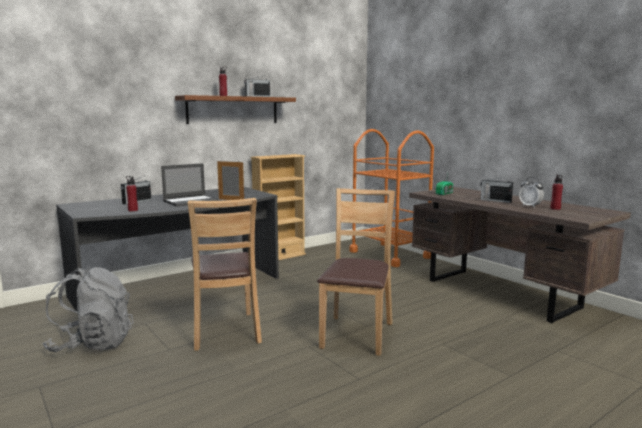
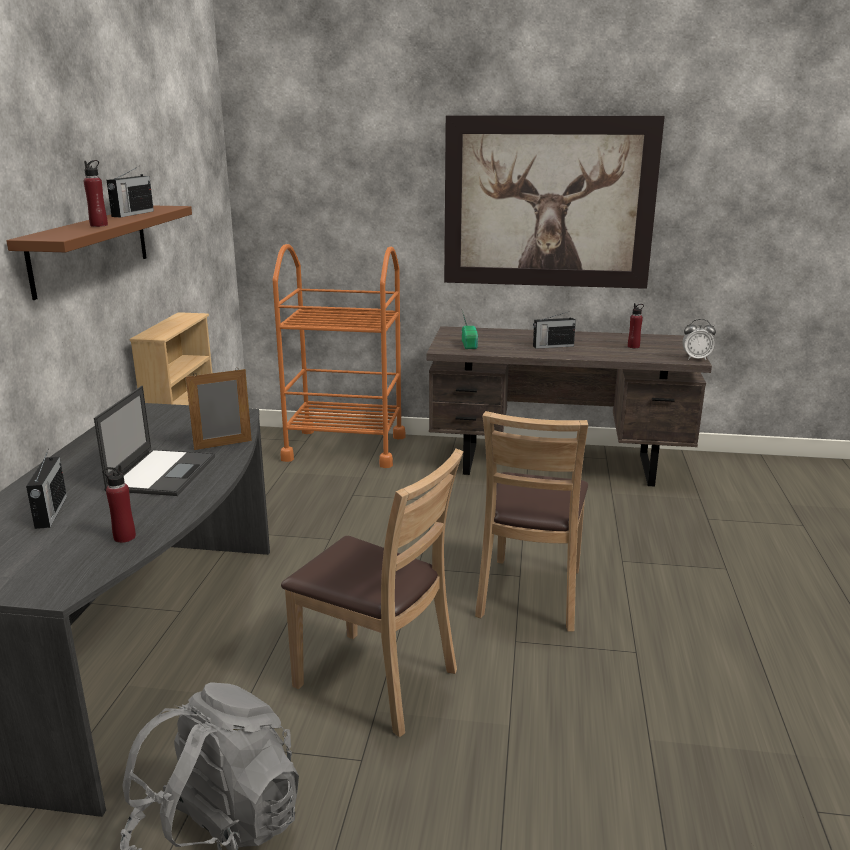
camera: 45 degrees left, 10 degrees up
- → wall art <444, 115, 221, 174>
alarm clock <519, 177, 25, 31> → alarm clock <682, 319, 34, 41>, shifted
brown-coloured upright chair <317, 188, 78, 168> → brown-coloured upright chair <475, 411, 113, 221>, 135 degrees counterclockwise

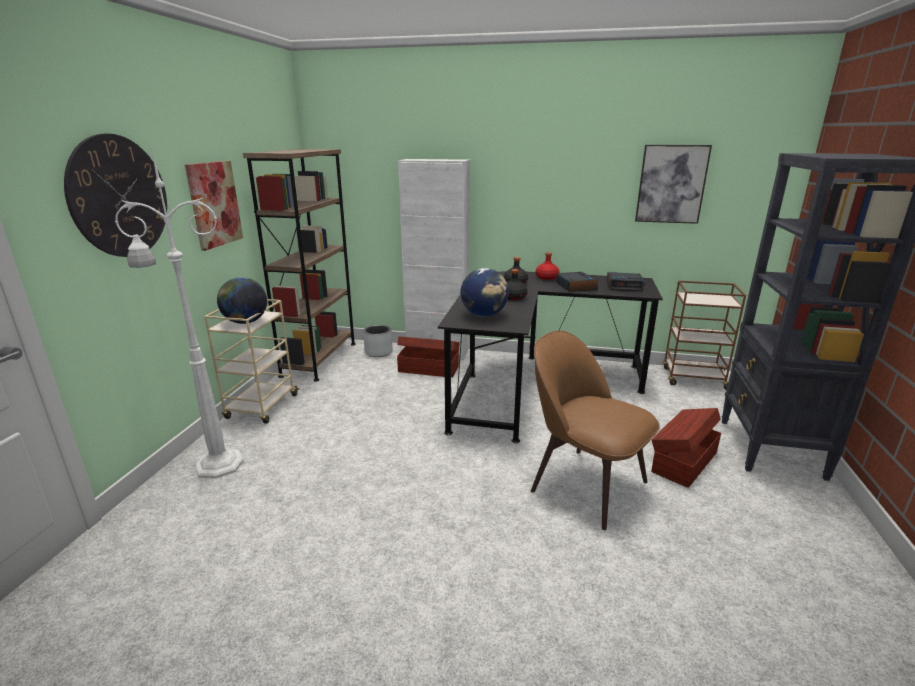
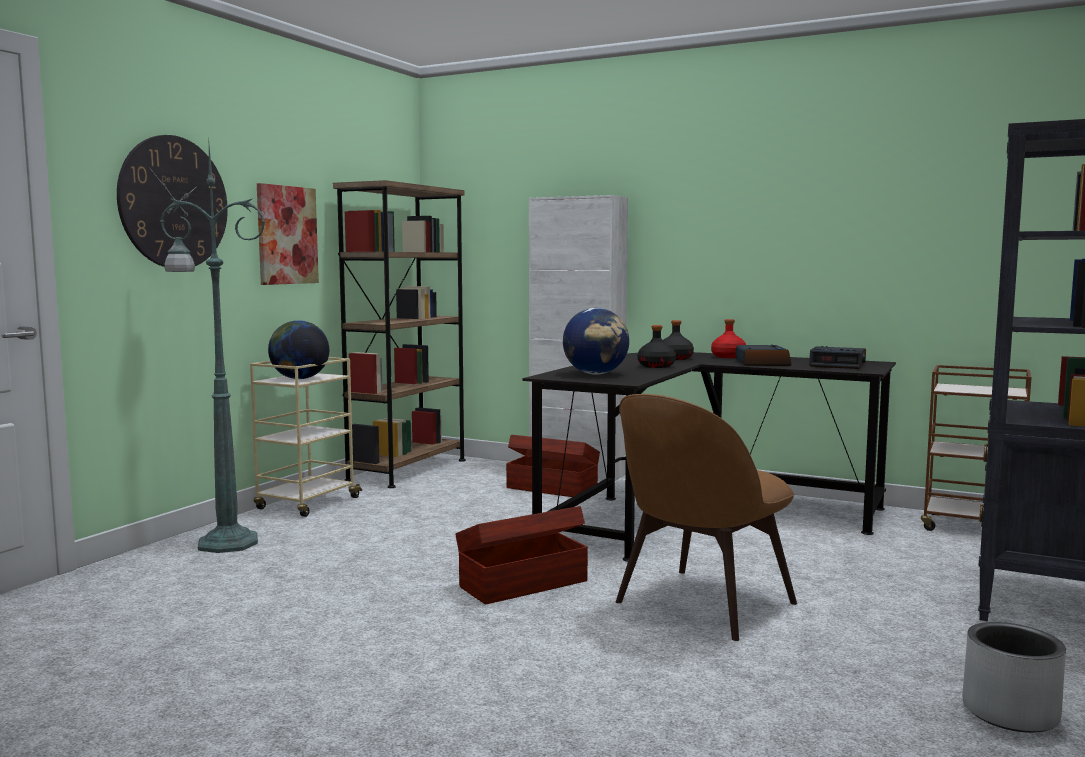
camera: 15 degrees right, 15 degrees down
wall art <635, 145, 77, 79> → -
grey plant pot <363, 325, 30, 32> → grey plant pot <962, 622, 104, 111>, shifted
brown-coloured storage container <651, 408, 70, 80> → brown-coloured storage container <456, 506, 132, 98>, shifted
white standing lamp <115, 146, 128, 332> → green standing lamp <160, 146, 105, 407>
brown-coloured upright chair <531, 331, 129, 199> → brown-coloured upright chair <616, 394, 181, 247>, 105 degrees counterclockwise

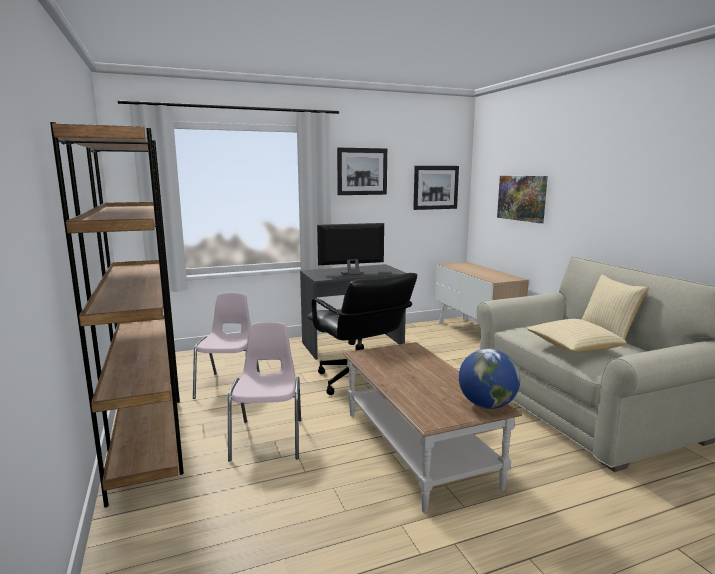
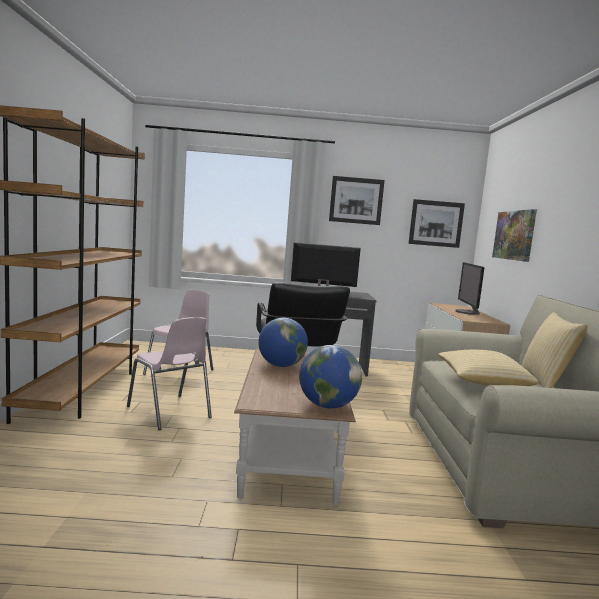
camera: 20 degrees right, 5 degrees down
- → desk globe <258, 318, 50, 49>
- → monitor <455, 262, 30, 53>
pink upright chair <228, 322, 73, 140> → pink upright chair <127, 317, 85, 113>, 120 degrees clockwise

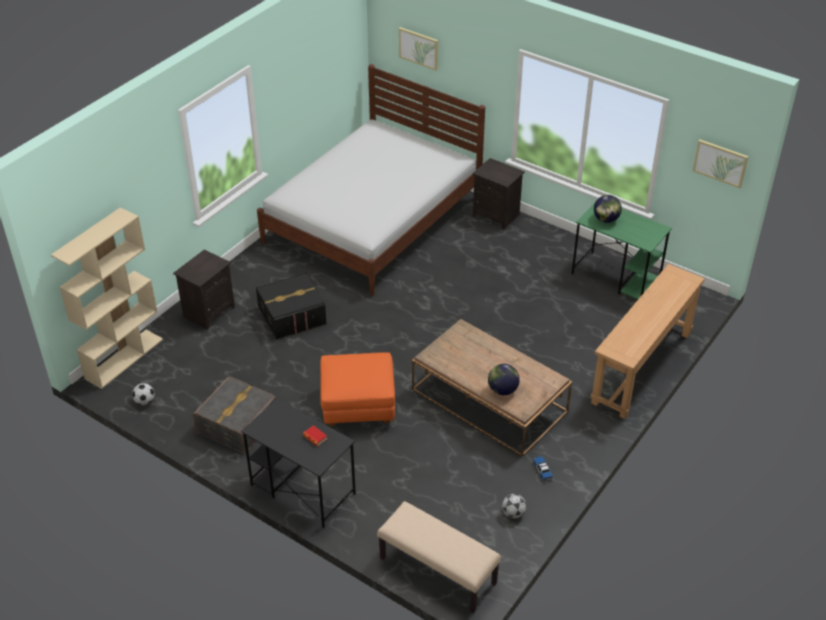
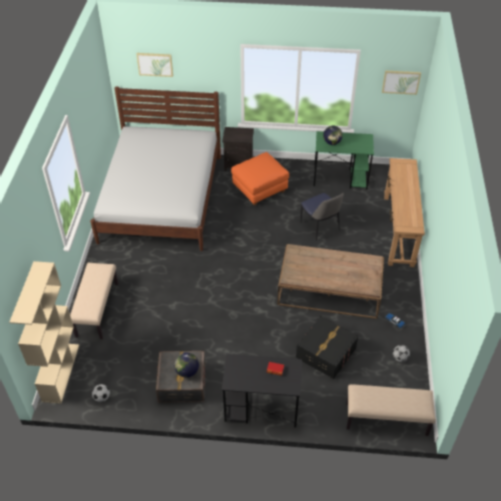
camera: 30 degrees left, 5 degrees up
- → upright chair <300, 193, 44, 48>
blackish storage container <256, 272, 71, 67> → blackish storage container <296, 316, 62, 63>, shifted
orange-coloured pouffe <320, 352, 75, 75> → orange-coloured pouffe <231, 152, 58, 54>, shifted
desk globe <488, 364, 32, 31> → desk globe <174, 353, 25, 25>, shifted
blackish nightstand <173, 249, 62, 81> → beige-coloured bench <70, 263, 48, 76>

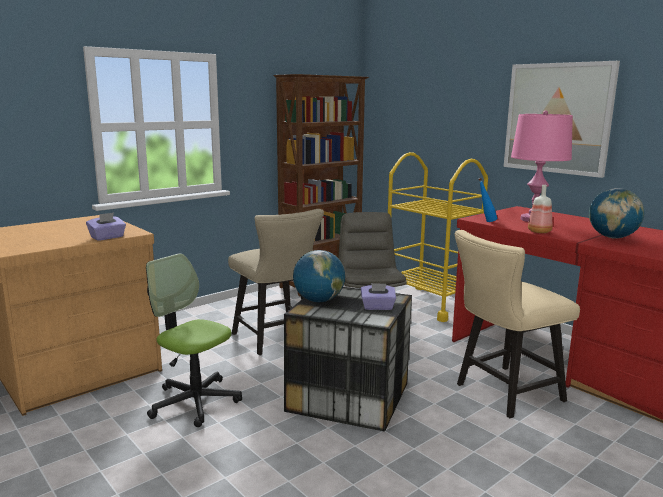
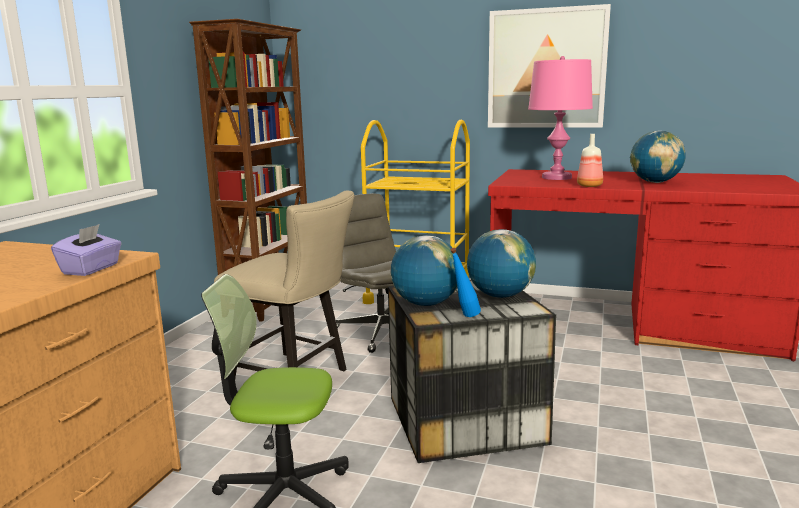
camera: 30 degrees left, 0 degrees up
beige-coloured upright chair <454, 230, 126, 188> → -
bluish drink bottle <479, 178, 19, 44> → bluish drink bottle <451, 248, 30, 69>, shifted
purple-coloured box of tissues <361, 283, 35, 27> → desk globe <467, 229, 69, 69>

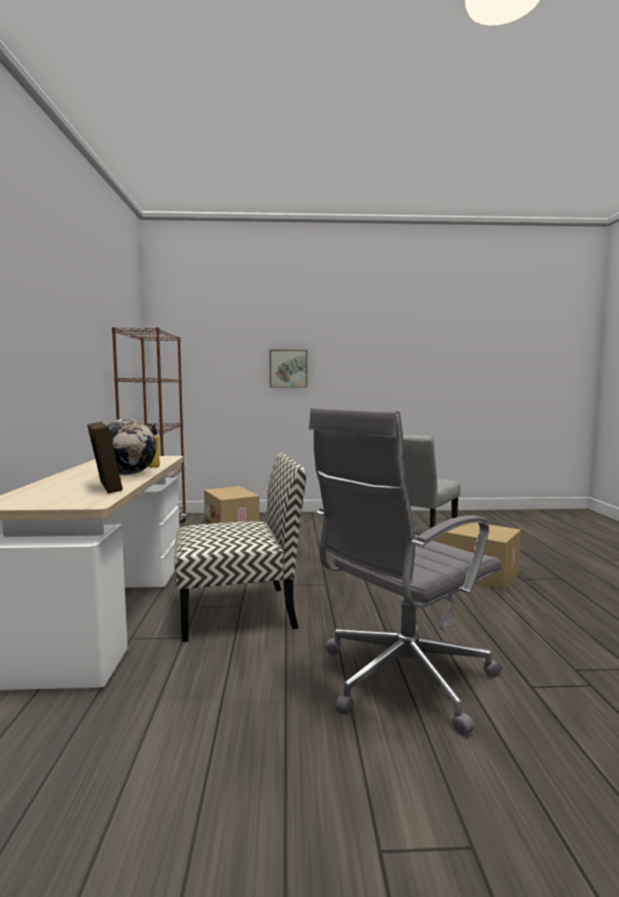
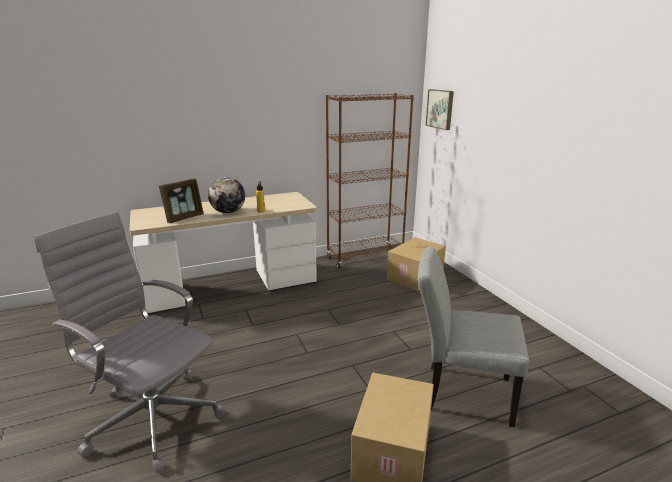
camera: 70 degrees right, 15 degrees up
upright chair <174, 452, 133, 190> → -
wall art <270, 350, 37, 38> → wall art <426, 89, 28, 41>, shifted

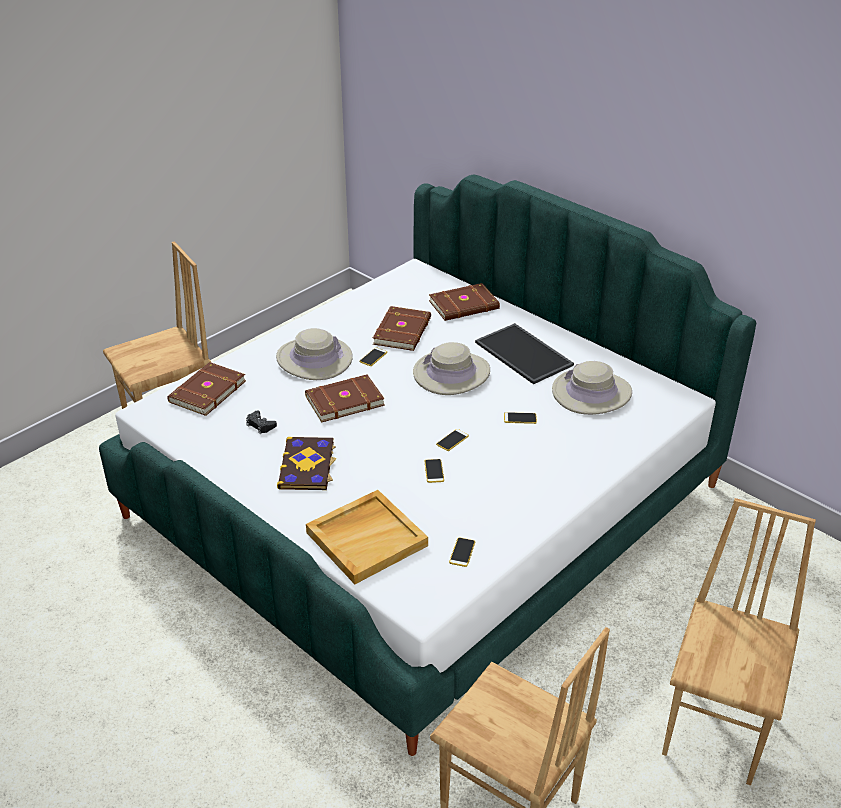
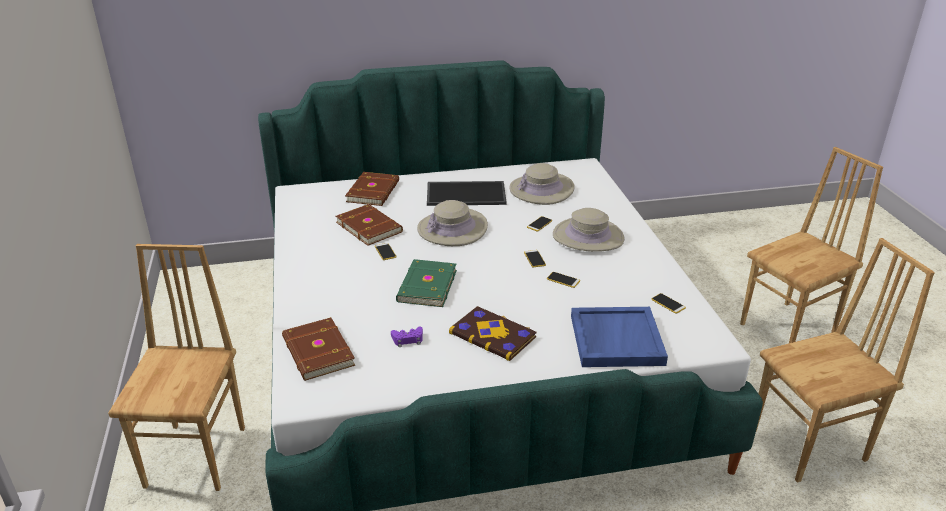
camera: 55 degrees left, 5 degrees down
beige-coloured hat <276, 328, 77, 52> → beige-coloured hat <553, 208, 72, 44>, shifted
blackish gamepad <246, 410, 31, 24> → purple-coloured gamepad <391, 327, 32, 20>
brown-coloured bound book <305, 374, 80, 48> → green bound book <396, 259, 61, 48>
beige-coloured serving tray <306, 490, 122, 94> → bluish serving tray <571, 307, 97, 60>
brown-coloured upright chair <662, 498, 154, 288> → brown-coloured upright chair <740, 147, 143, 196>, 90 degrees clockwise

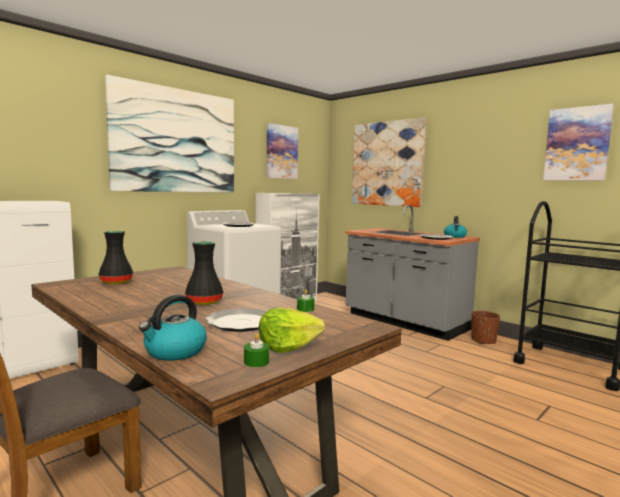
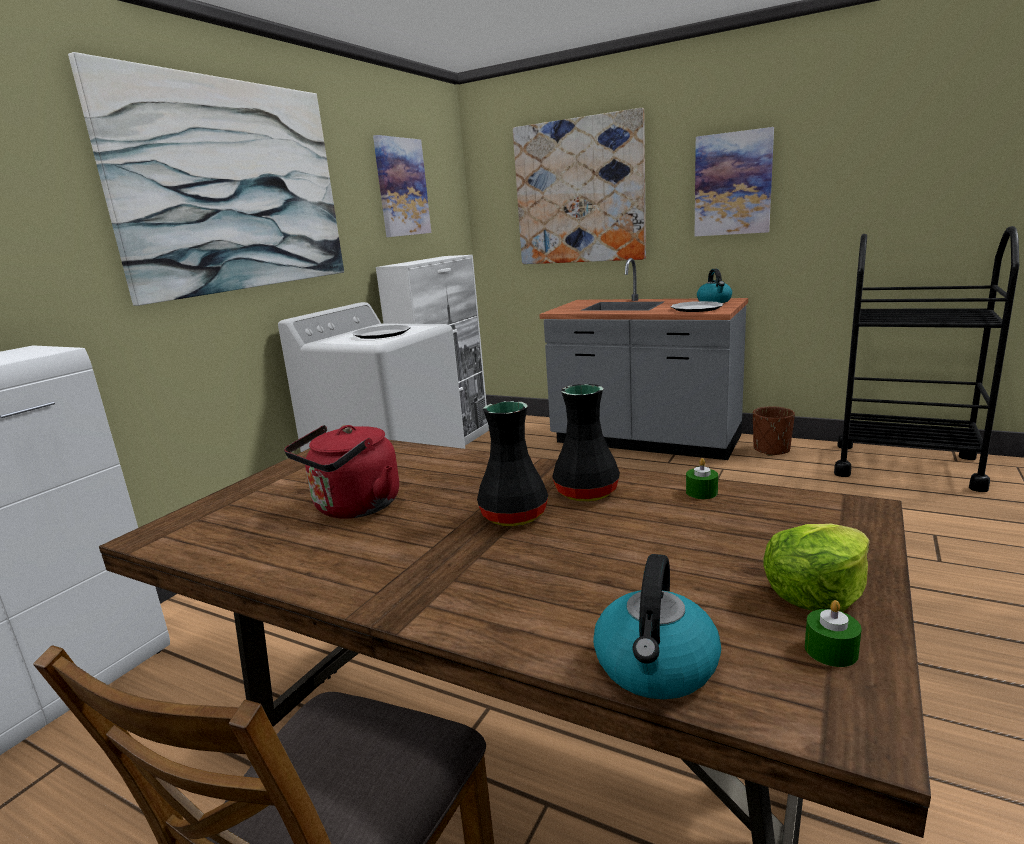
camera: 15 degrees left, 10 degrees up
plate <206, 308, 61, 24> → -
- → red-coloured tea kettle <284, 425, 115, 94>
blackish flower vase <98, 231, 35, 53> → blackish flower vase <552, 384, 68, 118>, shifted
wall art <543, 104, 71, 77> → wall art <694, 127, 80, 109>, shifted

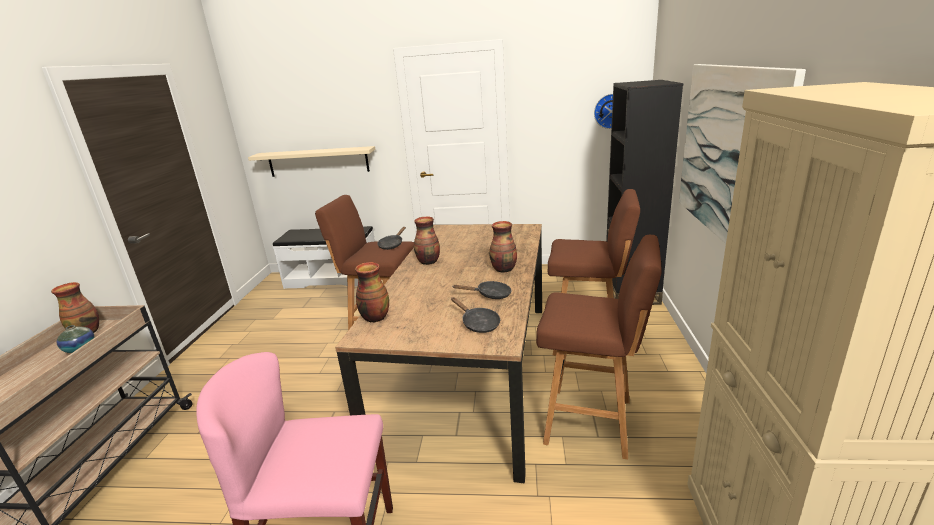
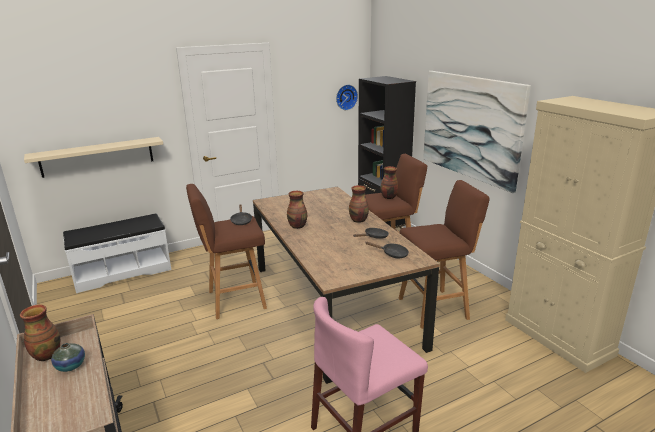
camera: 35 degrees left, 0 degrees up
flower vase <355, 262, 34, 61> → flower vase <381, 166, 17, 33>, shifted

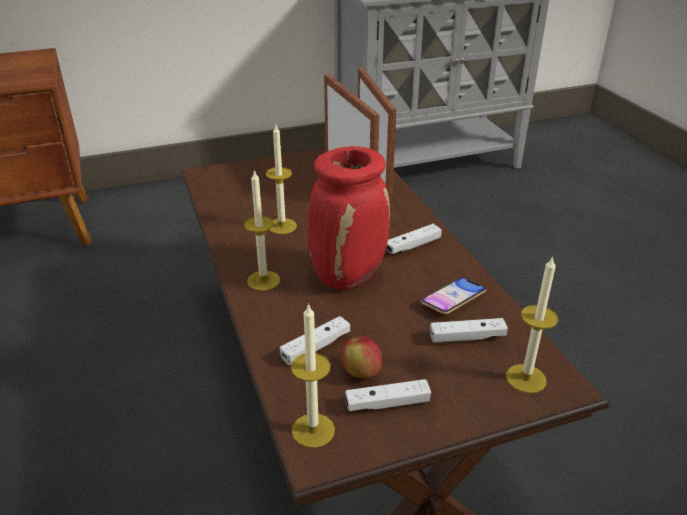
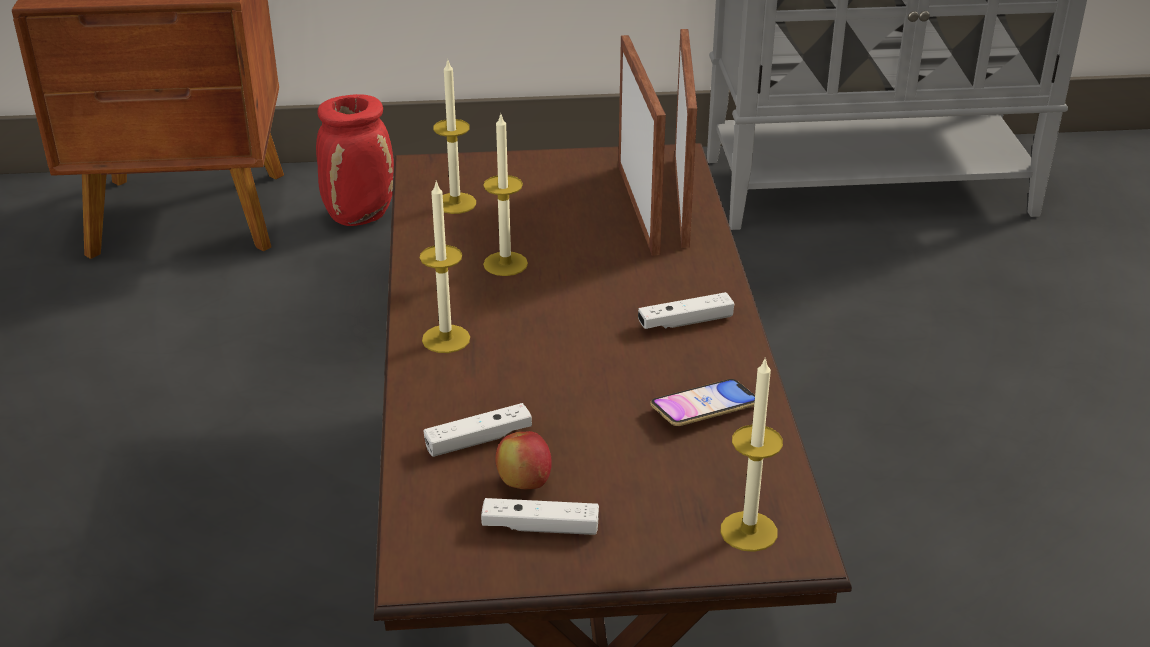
camera: 15 degrees right, 0 degrees up
white gamepad <430, 318, 78, 25> → -
candle <291, 303, 44, 145> → candle <433, 61, 43, 153>, shifted
red-coloured flower vase <308, 146, 82, 144> → red-coloured flower vase <316, 94, 78, 132>, shifted

